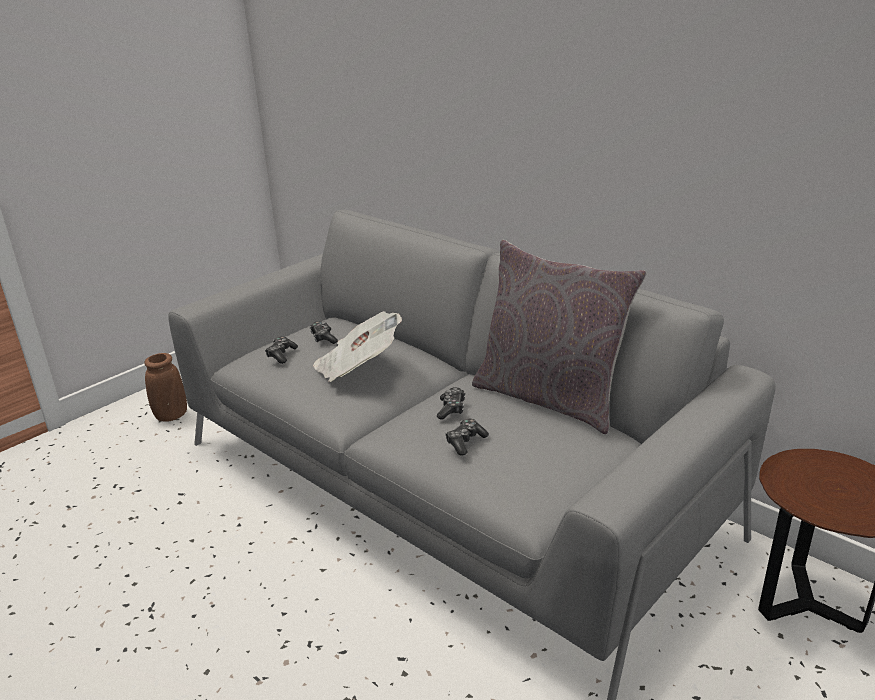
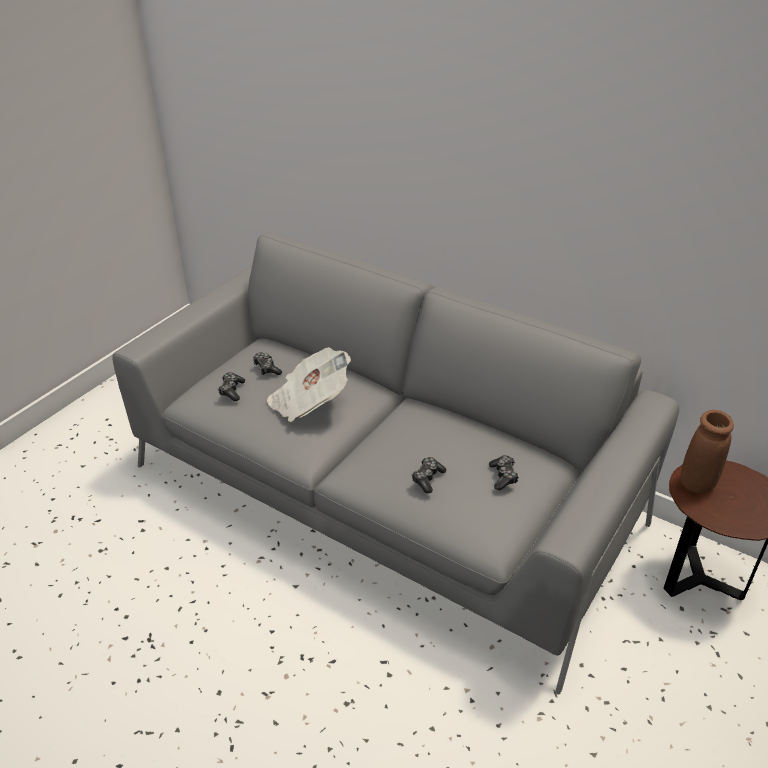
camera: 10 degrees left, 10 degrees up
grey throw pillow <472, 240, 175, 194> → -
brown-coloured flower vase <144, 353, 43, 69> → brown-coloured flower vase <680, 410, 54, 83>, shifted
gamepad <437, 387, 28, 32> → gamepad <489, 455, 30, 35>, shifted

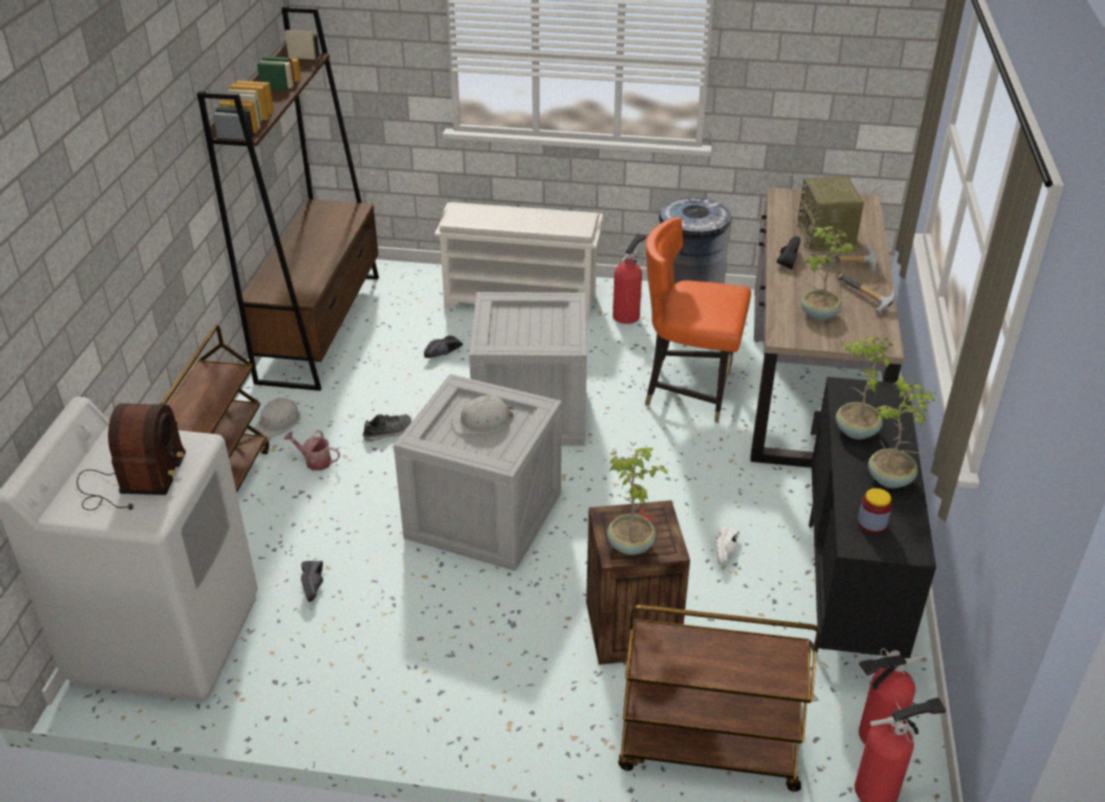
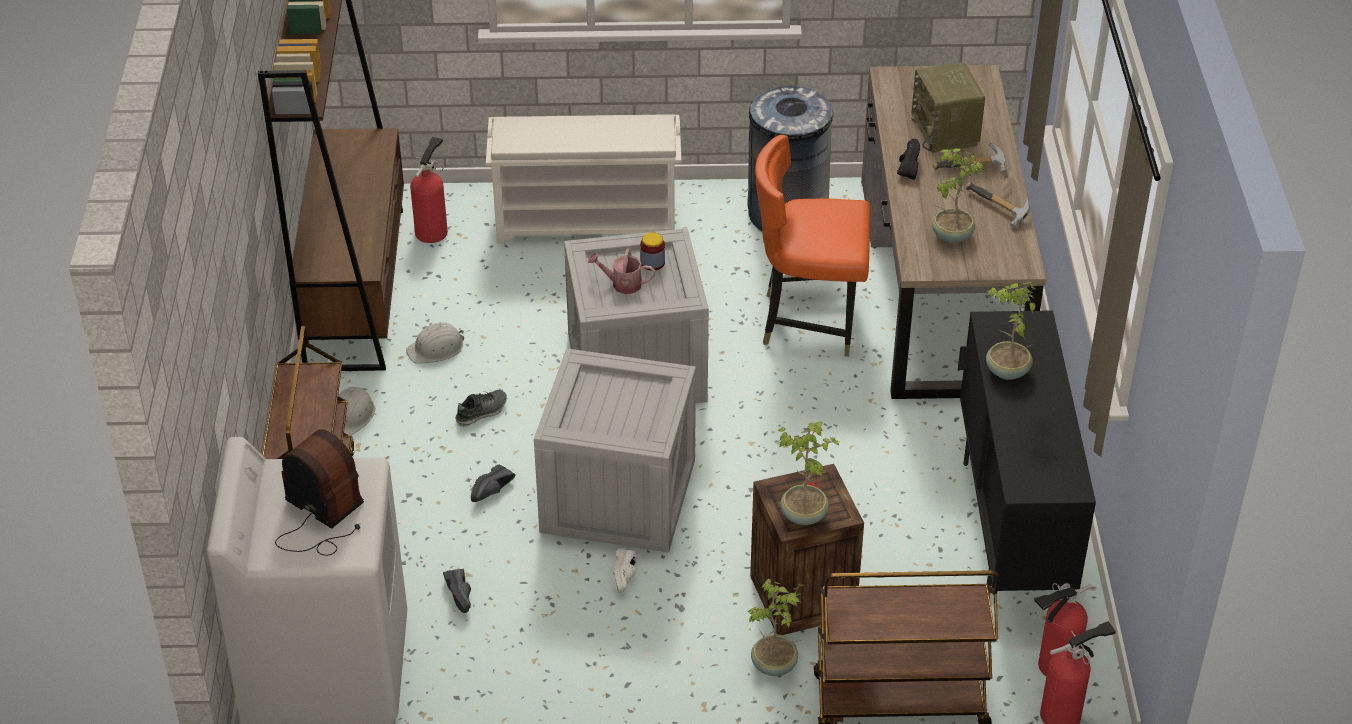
camera: 10 degrees left, 5 degrees up
watering pot <284, 430, 56, 41> → watering pot <588, 249, 67, 45>, shifted
blackish low shoe <424, 335, 39, 23> → blackish low shoe <471, 465, 44, 37>, shifted
white work helmet <451, 396, 62, 39> → white work helmet <406, 323, 58, 41>, shifted
extinguisher <613, 234, 33, 90> → extinguisher <410, 137, 38, 106>, shifted
white low shoe <717, 527, 22, 38> → white low shoe <614, 549, 24, 44>, shifted
storage jar <858, 488, 34, 45> → storage jar <640, 232, 25, 38>, shifted
potted plant <868, 377, 68, 111> → potted plant <748, 579, 56, 97>, shifted
radio set <77, 403, 109, 107> → radio set <275, 429, 89, 127>, 45 degrees counterclockwise

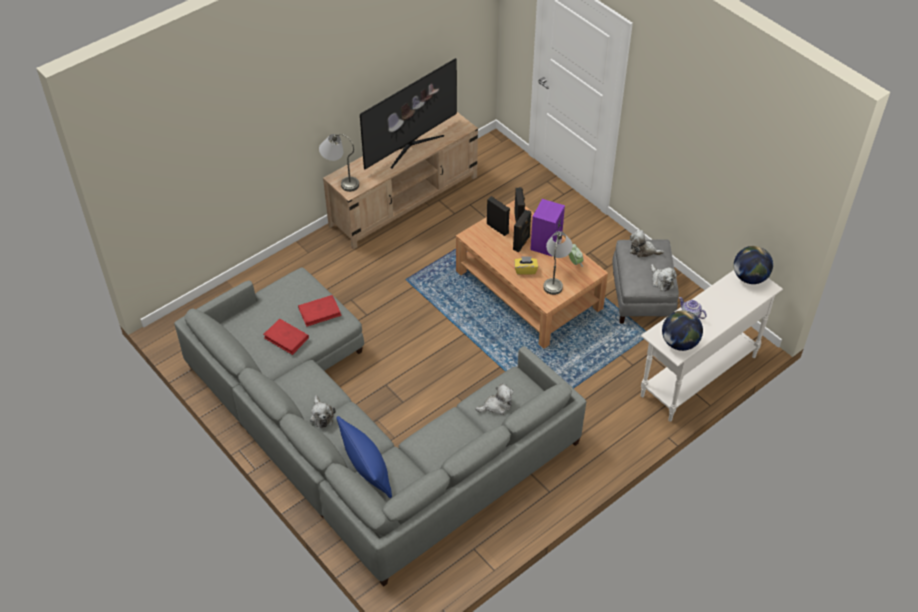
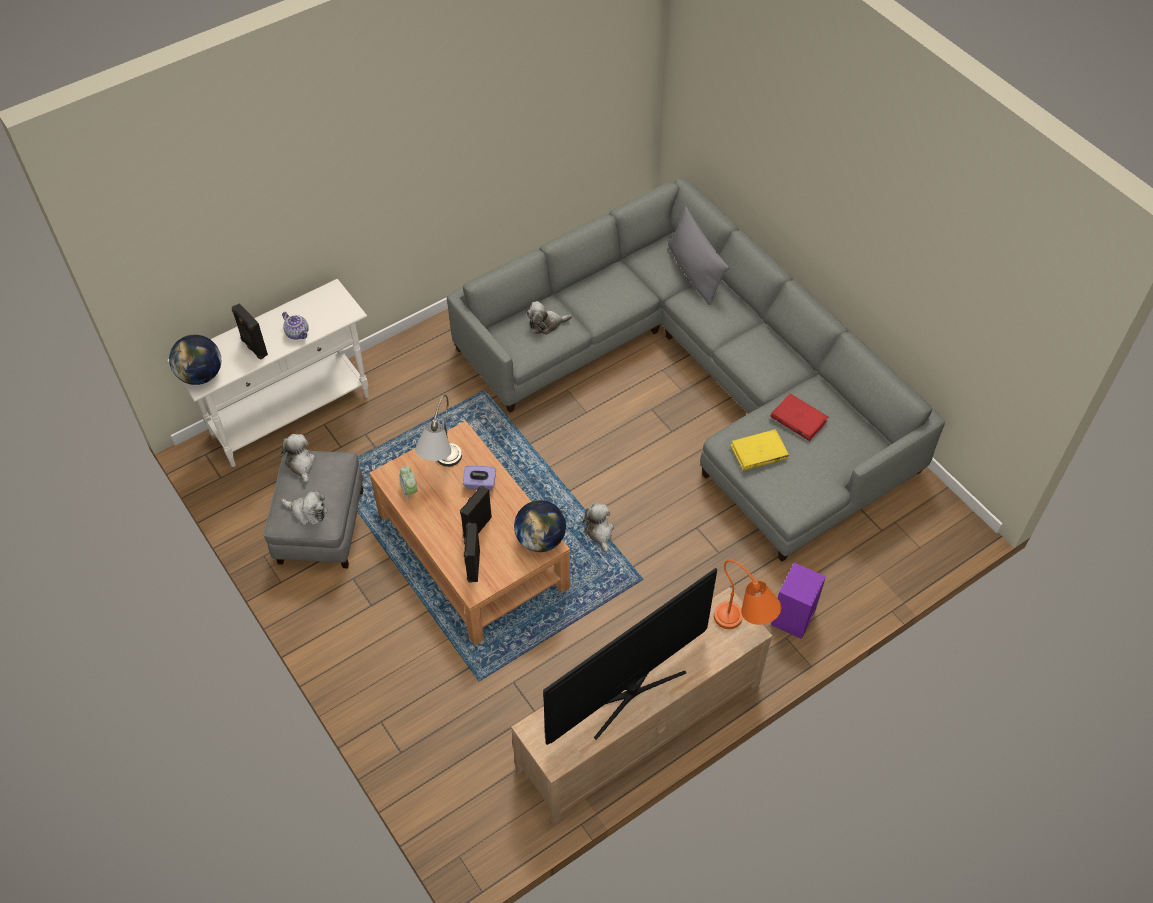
camera: 175 degrees left, 5 degrees up
cuddly toy <310, 395, 26, 33> → cuddly toy <582, 503, 32, 50>, shifted
blackish loudspeaker <487, 196, 23, 40> → blackish loudspeaker <232, 303, 36, 57>, shifted
purple-coloured loudspeaker <530, 199, 35, 58> → purple-coloured loudspeaker <771, 563, 55, 76>, shifted
desk globe <662, 310, 41, 41> → desk globe <514, 500, 52, 52>, shifted
red-coloured bound book <298, 295, 44, 32> → yellow-coloured bound book <730, 429, 59, 42>
grey tabletop lamp <319, 134, 40, 58> → orange-coloured tabletop lamp <714, 560, 67, 69>
bluish throw pillow <337, 416, 55, 82> → grey throw pillow <668, 207, 61, 98>
yellow-coloured box of tissues <514, 256, 24, 19> → purple-coloured box of tissues <463, 465, 33, 26>

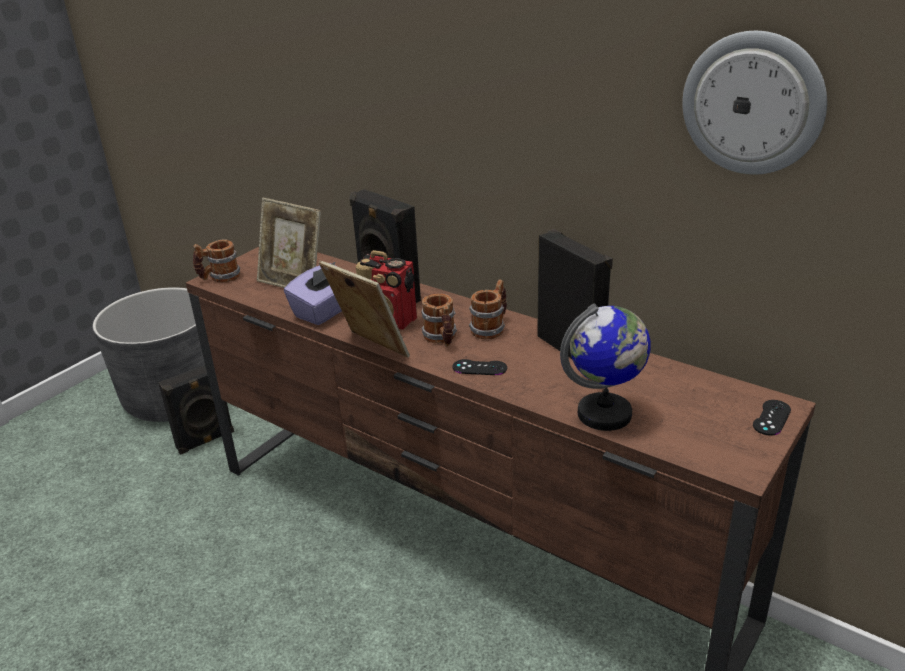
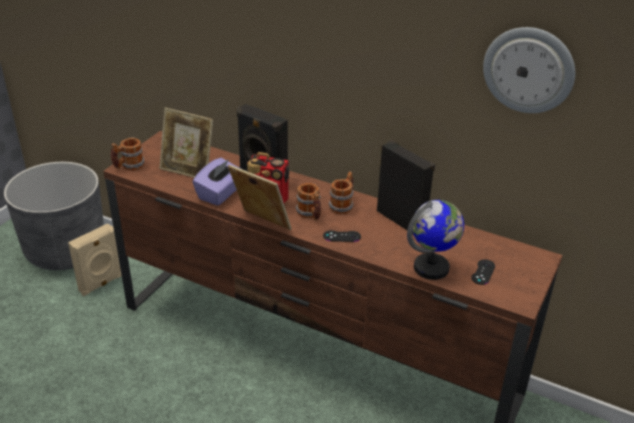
camera: 10 degrees left, 5 degrees up
blackish gamepad <753, 400, 38, 36> → blackish gamepad <471, 259, 24, 26>, shifted
blackish loudspeaker <158, 365, 76, 90> → beige-coloured loudspeaker <68, 223, 54, 73>

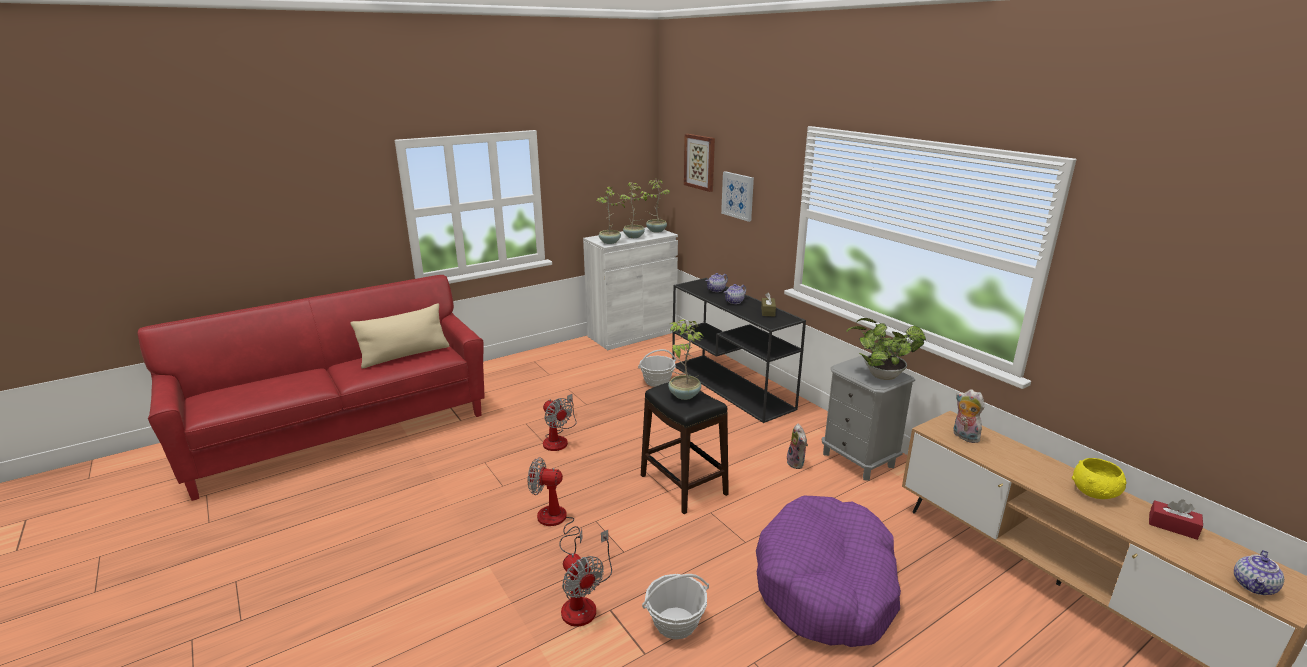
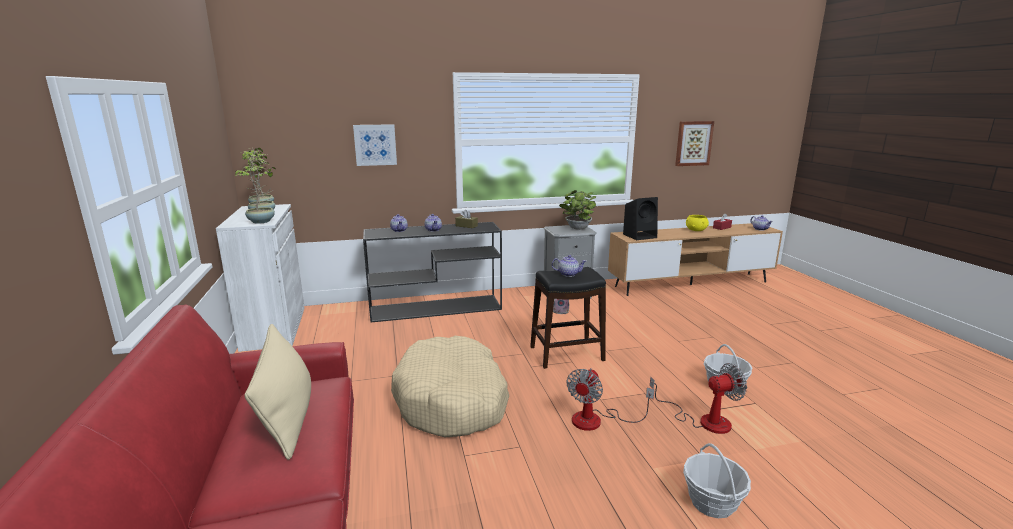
camera: 70 degrees left, 5 degrees down
purple-coloured dog cushion <756, 496, 145, 151> → -
household basket <638, 349, 38, 38> → household basket <683, 443, 68, 75>, shifted
wall art <684, 134, 31, 58> → wall art <675, 121, 39, 45>, shifted
electric fan <543, 394, 34, 57> → beige-coloured dog cushion <391, 336, 118, 101>
potted plant <668, 319, 36, 81> → tea pot <552, 255, 34, 22>
cuddly toy <954, 389, 30, 54> → blackish loudspeaker <623, 197, 35, 43>

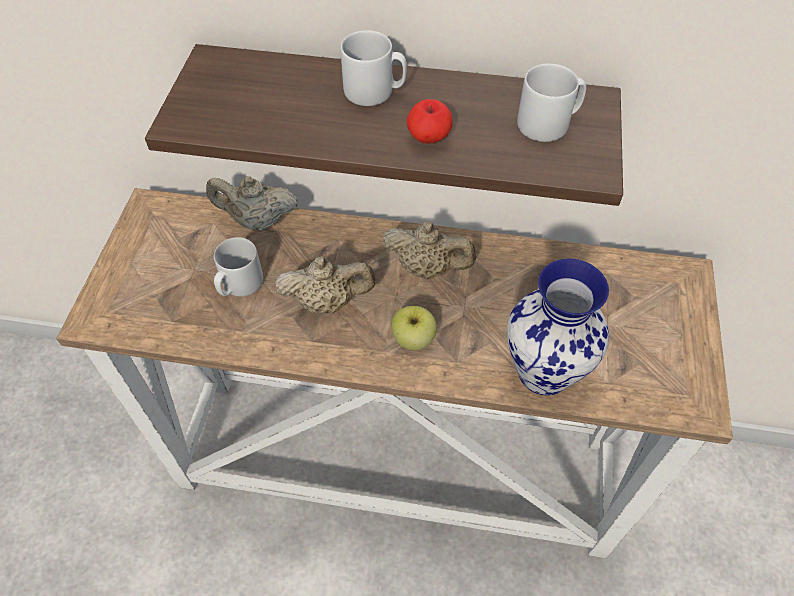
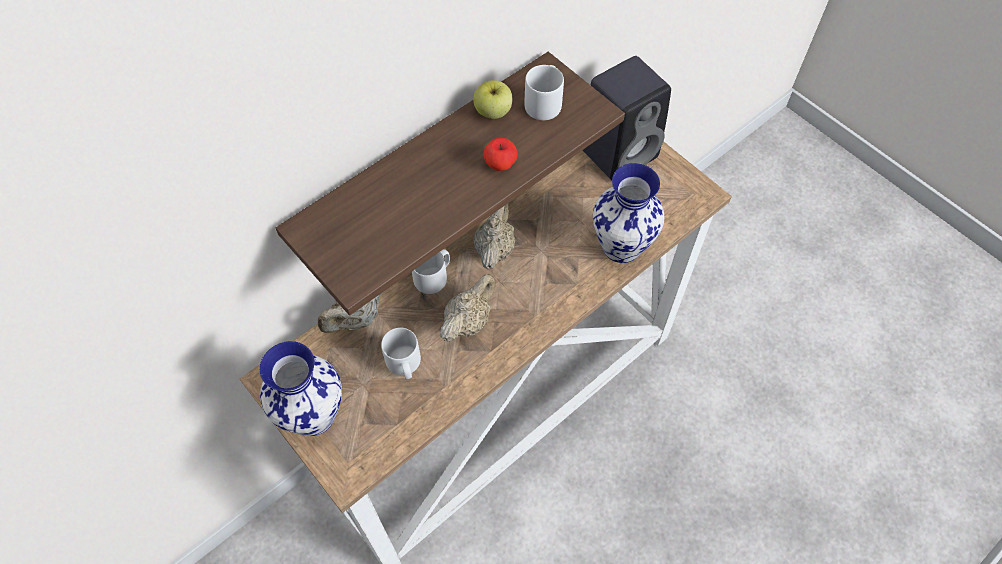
camera: 50 degrees left, 5 degrees up
- → flower vase <260, 341, 82, 95>
- → blackish loudspeaker <583, 56, 88, 124>
grey tea mug <341, 30, 66, 76> → grey tea mug <412, 249, 38, 45>, shifted
apple <391, 306, 45, 44> → apple <473, 80, 39, 39>, shifted
beige-coloured tea pot <382, 221, 94, 58> → beige-coloured tea pot <474, 204, 42, 65>, 45 degrees counterclockwise

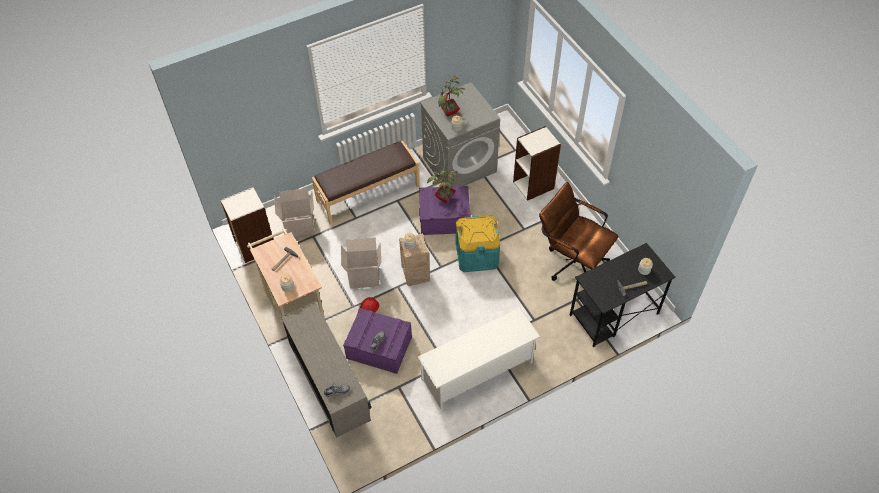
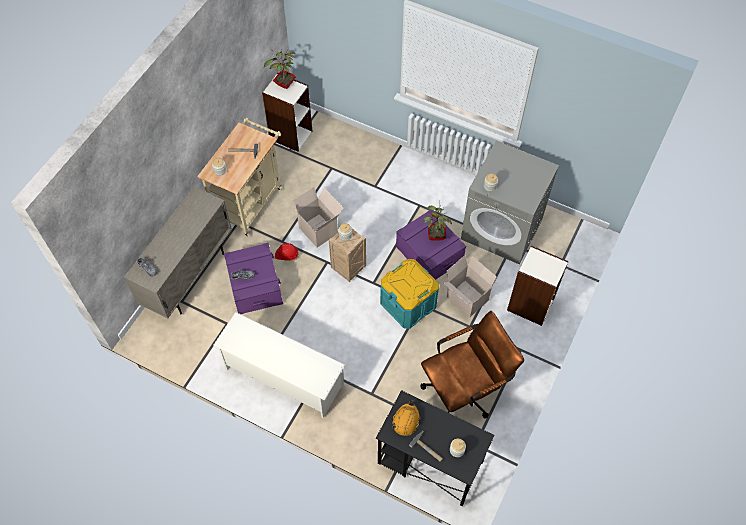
camera: 55 degrees right, 5 degrees up
brown-coloured bench <312, 141, 107, 83> → -
- → orange-coloured work helmet <392, 400, 28, 36>
packing box <274, 188, 41, 48> → packing box <443, 255, 54, 62>, shifted
potted plant <438, 75, 27, 42> → potted plant <264, 49, 32, 40>, shifted
brown-coloured computer chair <539, 182, 79, 99> → brown-coloured computer chair <420, 311, 104, 107>, 60 degrees clockwise

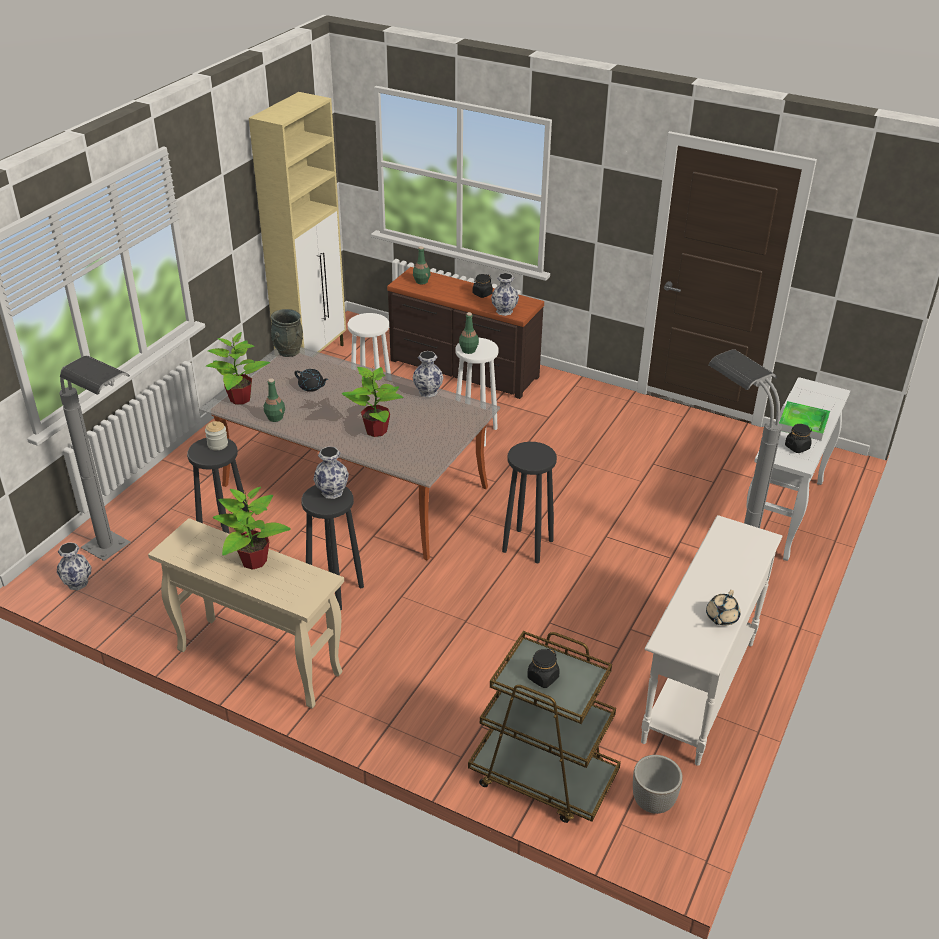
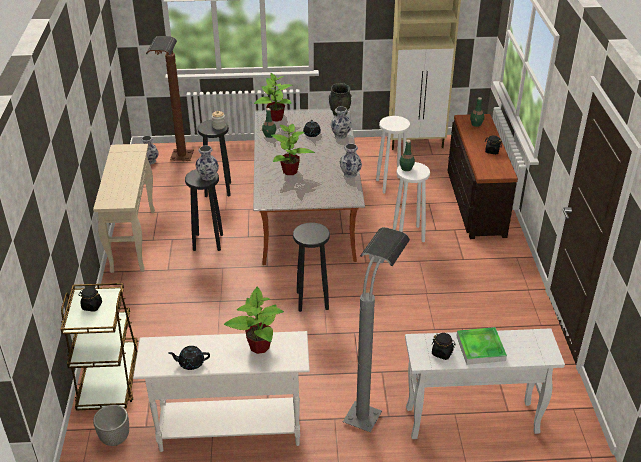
camera: 60 degrees right, 0 degrees up
potted plant <213, 487, 78, 83> → potted plant <224, 287, 60, 67>, shifted
flower vase <491, 273, 28, 43> → flower vase <331, 106, 21, 33>, shifted
grey standing lamp <59, 356, 72, 205> → brown-coloured standing lamp <146, 36, 48, 125>
beige-coloured tea pot <706, 590, 34, 36> → blackish tea pot <169, 346, 41, 24>

